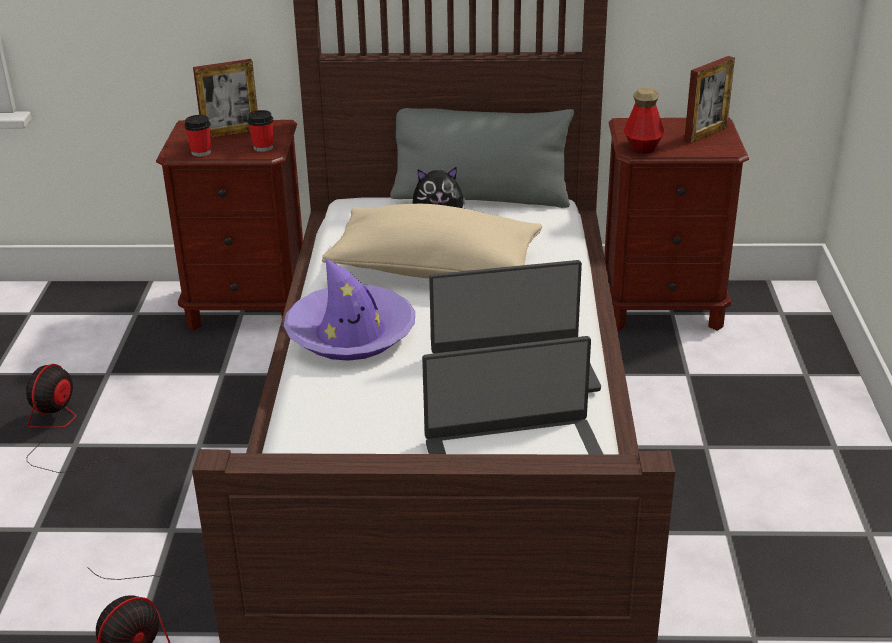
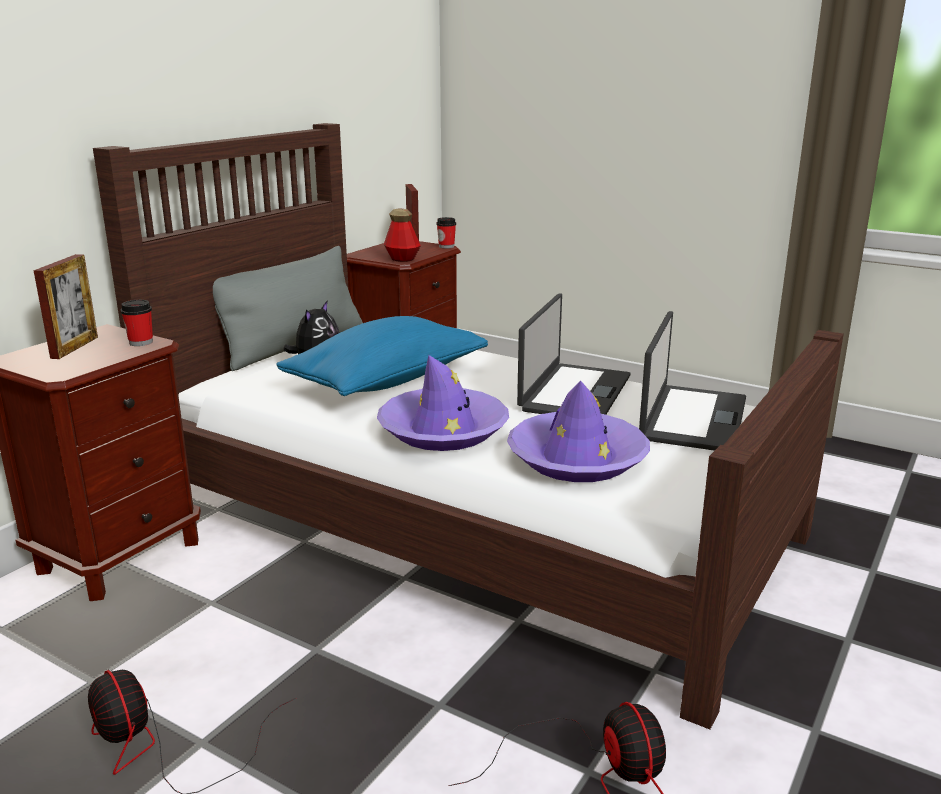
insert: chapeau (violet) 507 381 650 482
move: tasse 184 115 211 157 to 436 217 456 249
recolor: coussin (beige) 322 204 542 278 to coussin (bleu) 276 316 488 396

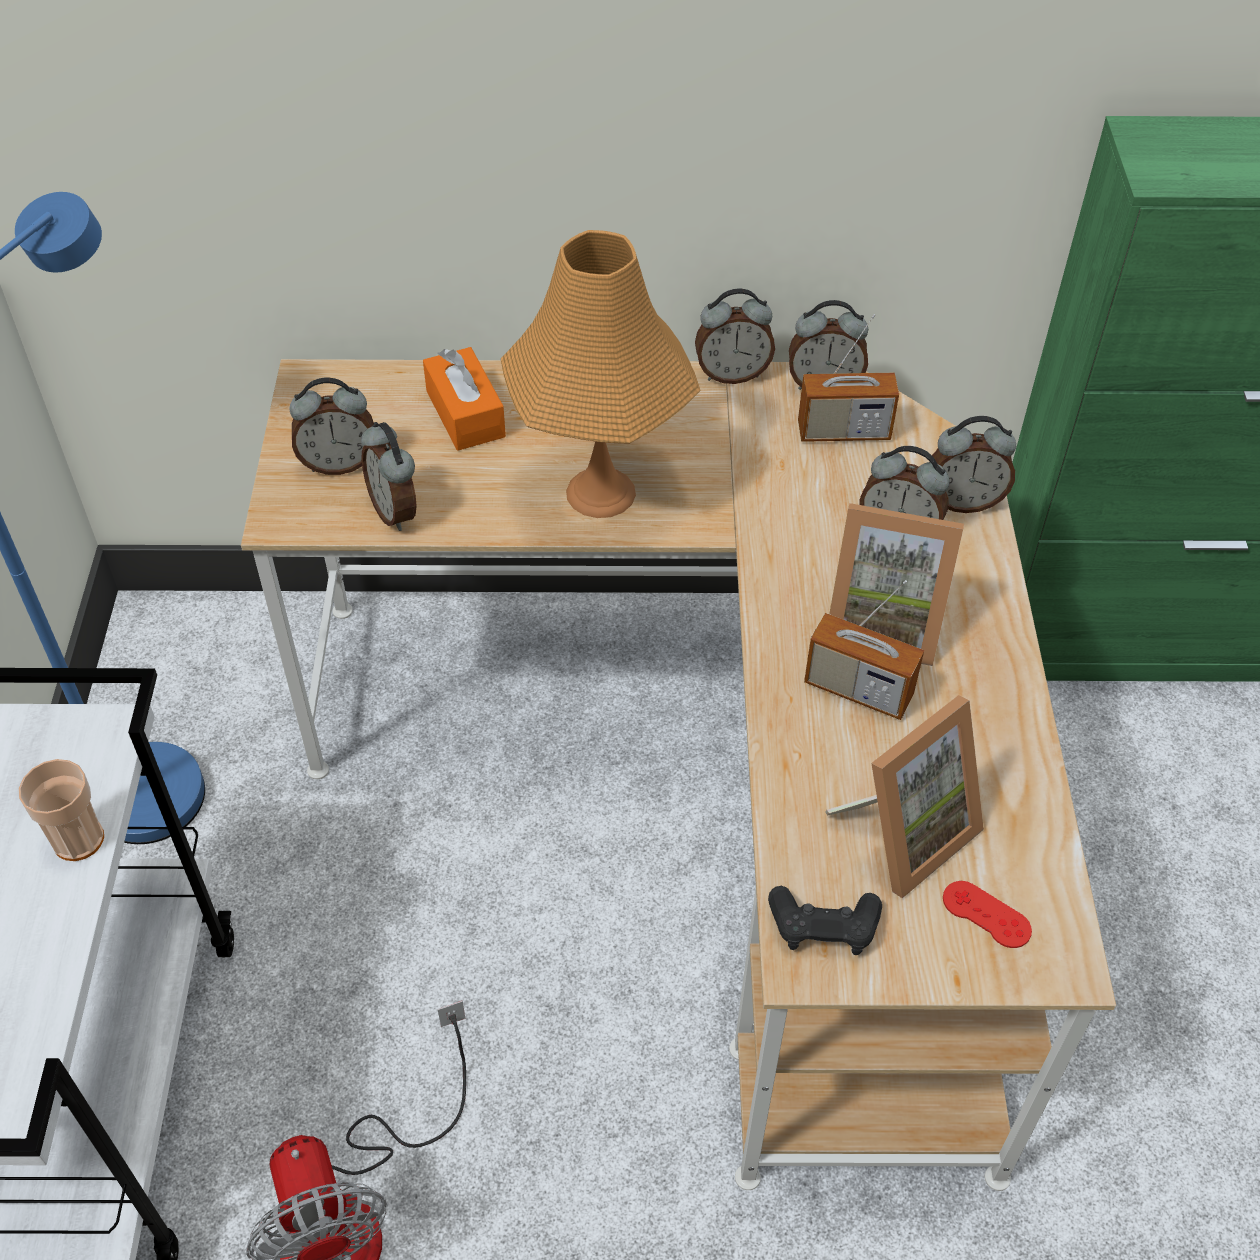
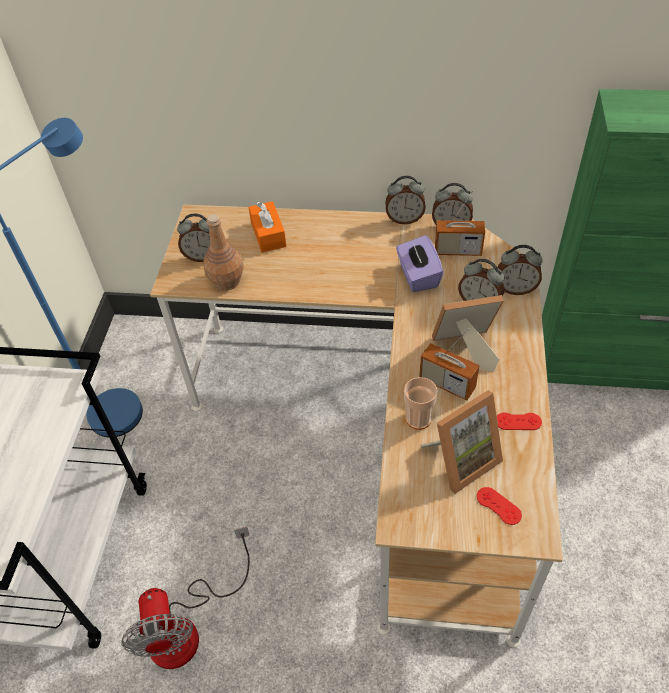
delete: lampe de table (orange) 501 230 701 518; manette (noir) 768 886 882 955
insert: boîte à mouchoirs (violet) 396 235 443 292; manette (rouge) 497 413 542 430
move: tasse 19 759 104 861 to 404 377 438 430
replace: réveil 361 422 417 531 to bouteille (marron) 203 214 244 291
rotate: cadre photo 829 503 964 666 = 432 295 504 372 150 degrees clockwise

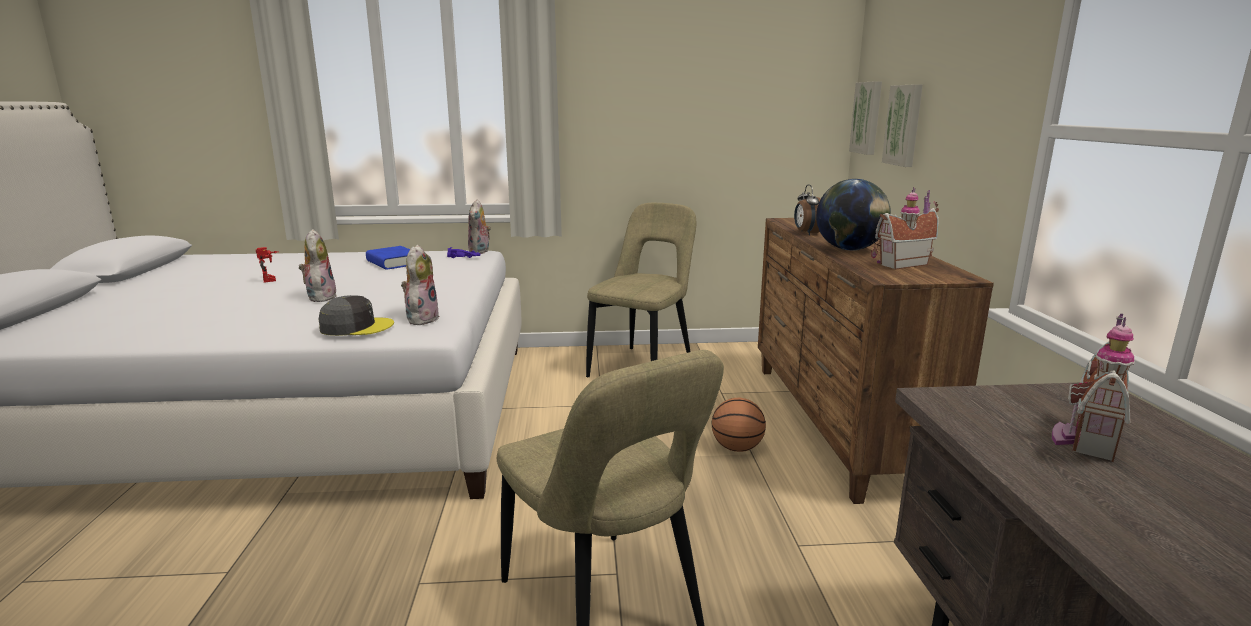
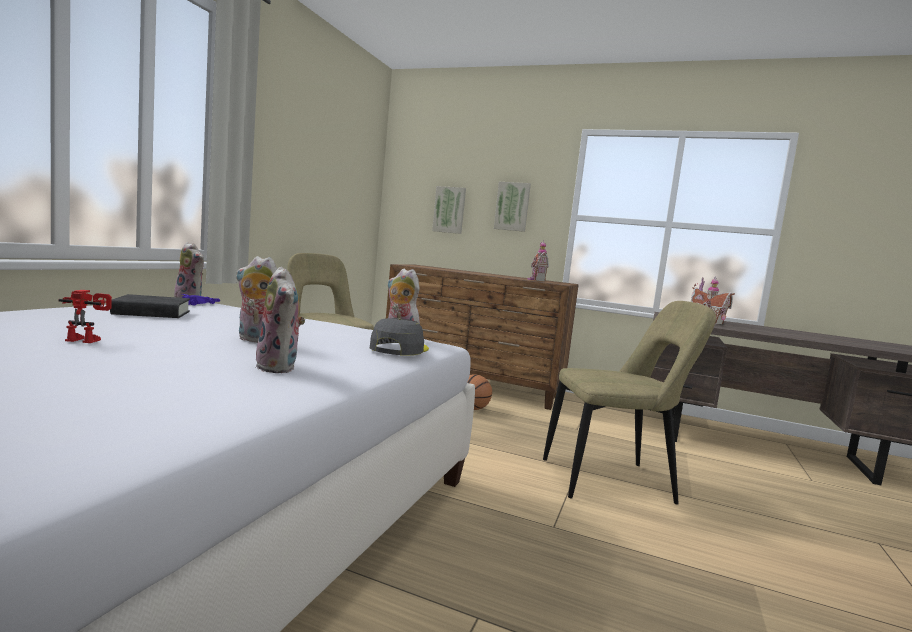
delete: réveil 794 185 820 235; globe 816 179 891 251
insert: peluche 256 267 305 373
move: tableau 849 81 882 155 to 494 182 531 232
recolor: livre (bleu) 366 246 410 270 to livre (noir) 110 294 190 318

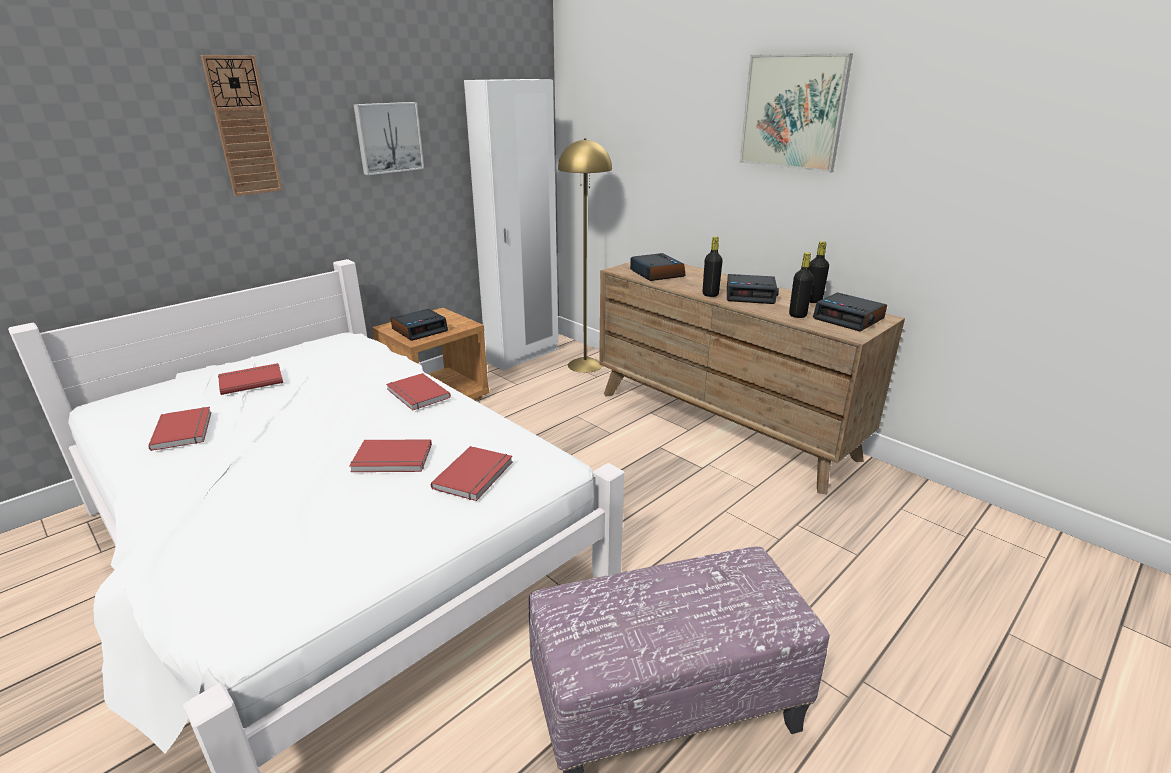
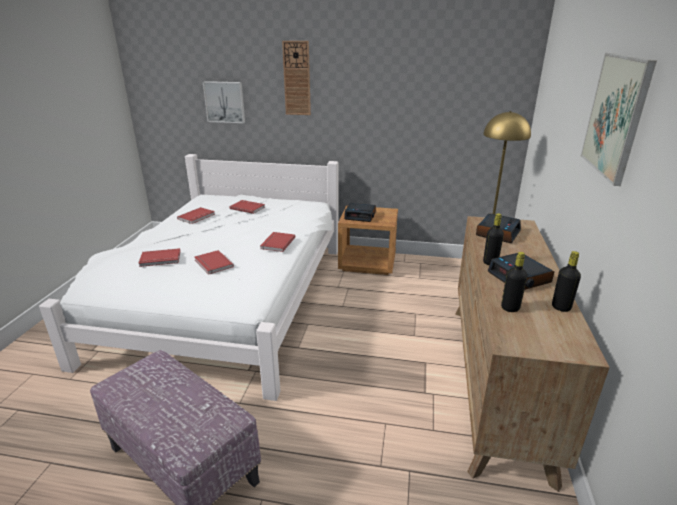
delete: armoire (blanc) 464 79 558 371; réveil 813 293 887 331
move: livre (rouge) 431 446 512 501 to 138 248 181 267; tableau 353 102 424 175 to 203 81 245 123

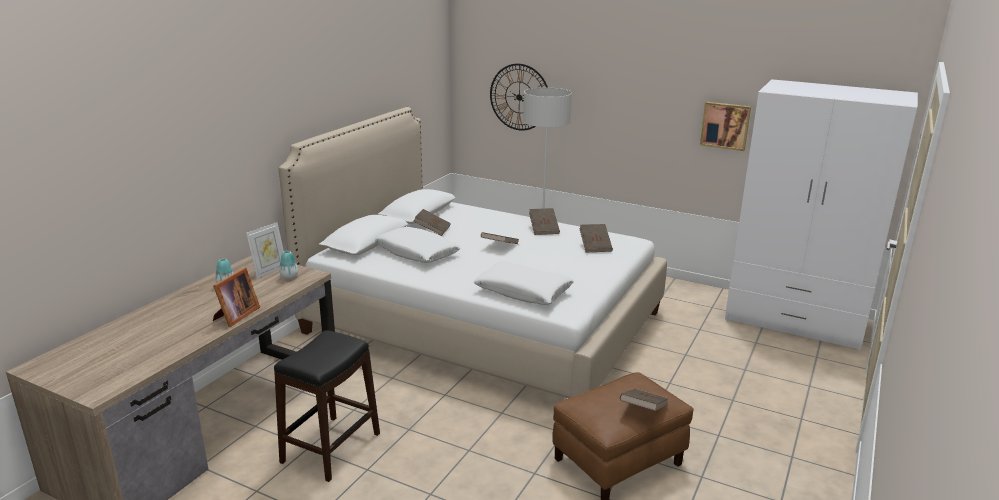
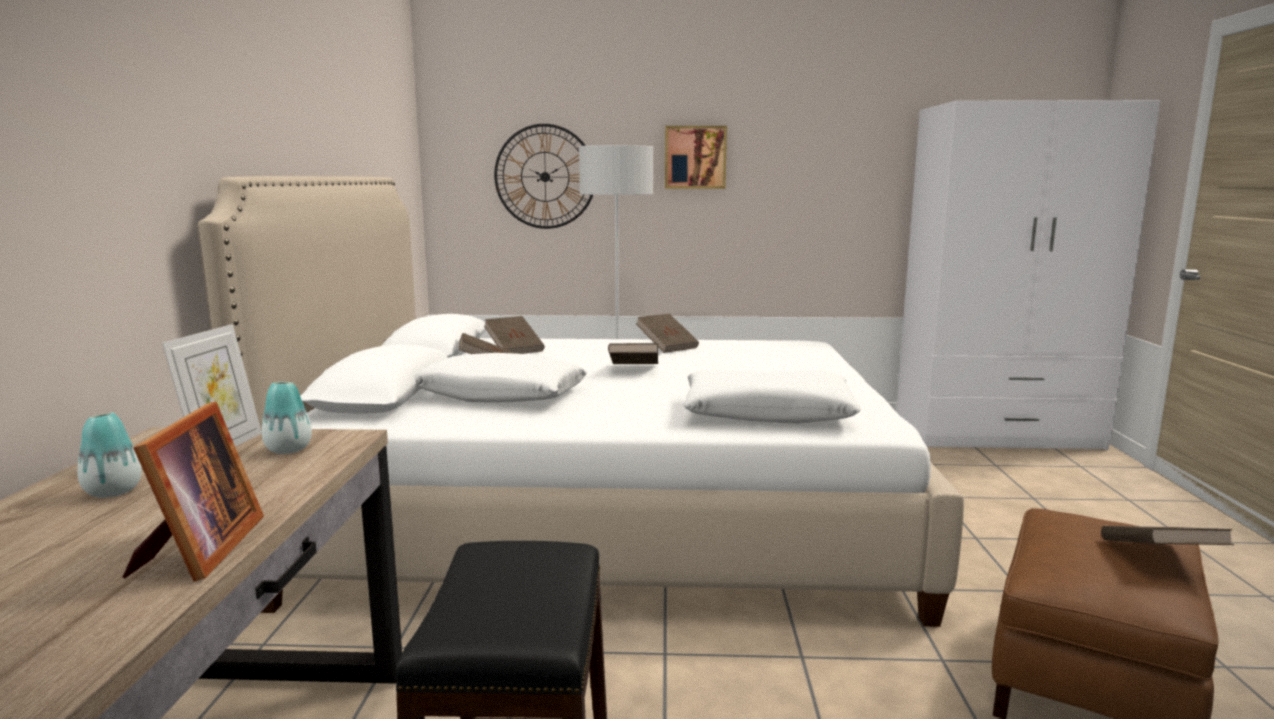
move: livre (marron) 579 224 613 252 to 484 316 544 354; tableau 700 102 751 151 to 665 126 727 189

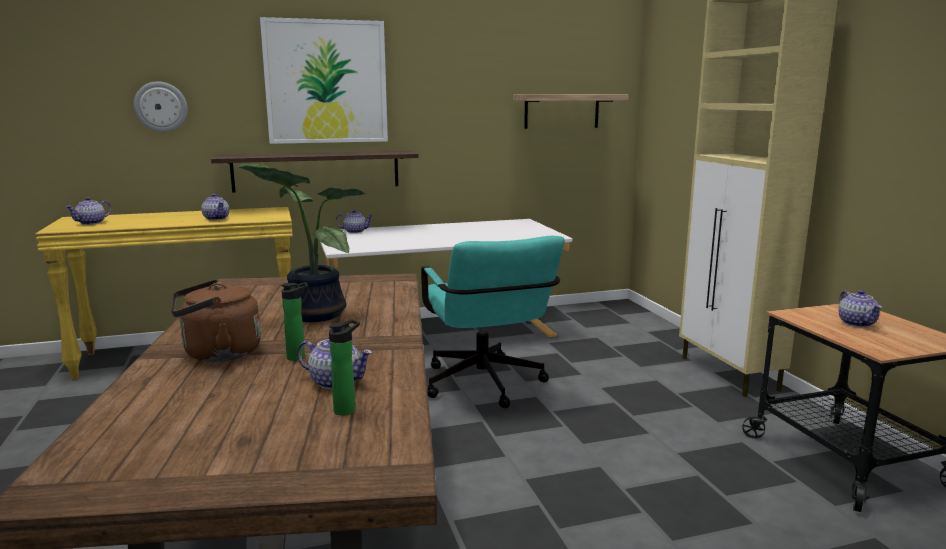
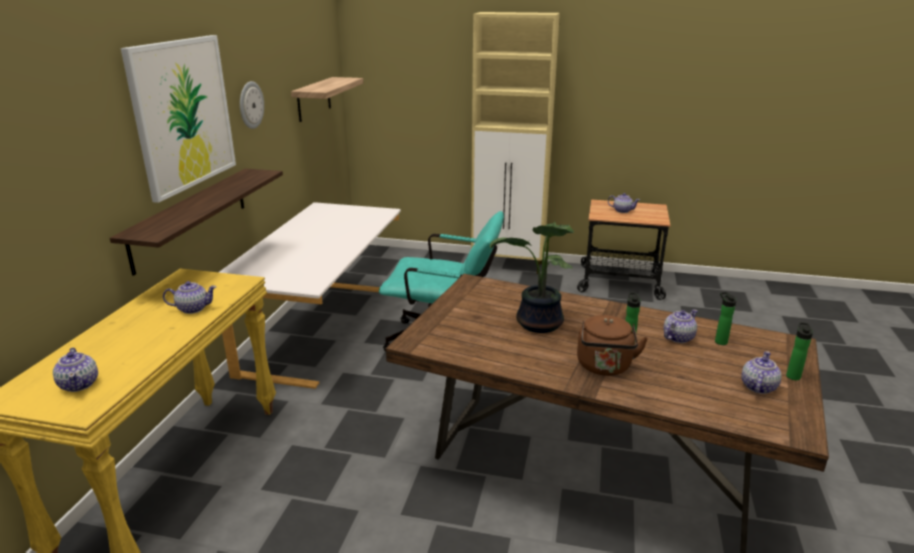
insert: bouteille 786 322 813 380
move: horloge murale 134 82 188 132 to 240 81 264 129; théière 336 210 374 233 to 741 351 781 394

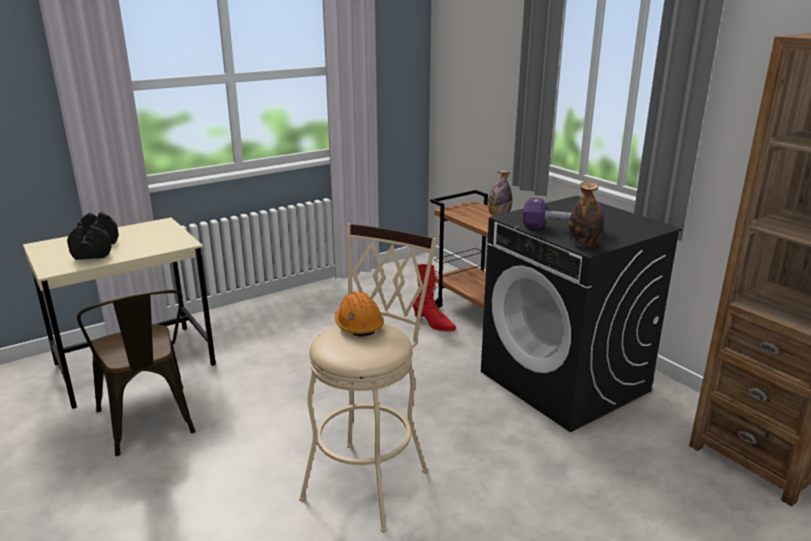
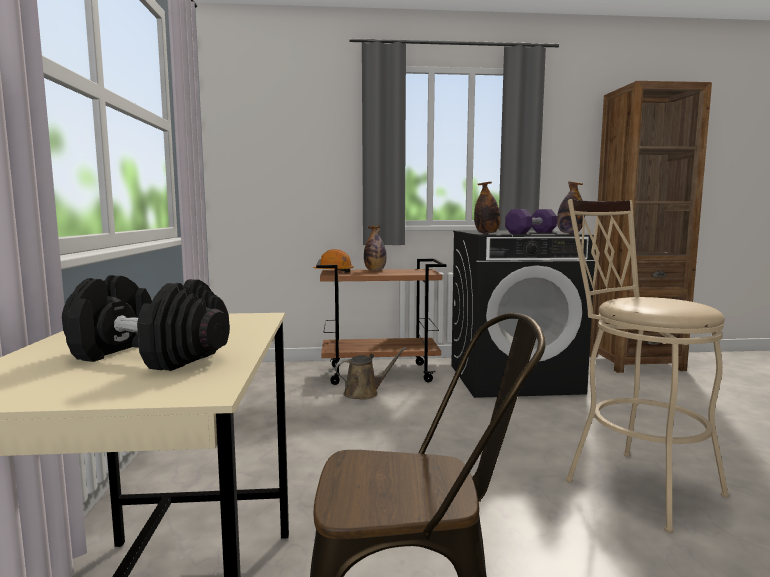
insert: bouteille 474 182 501 234
move: casque de chantier (orange) 335 292 384 336 to 314 249 354 273
replace: botte (rouge) 413 264 456 332 to arrosoir (marron) 335 347 407 400

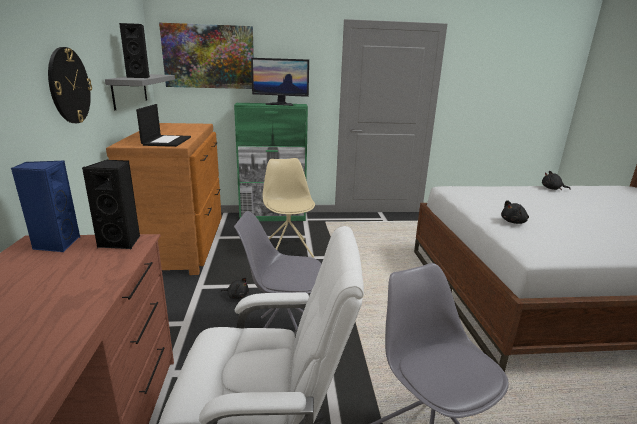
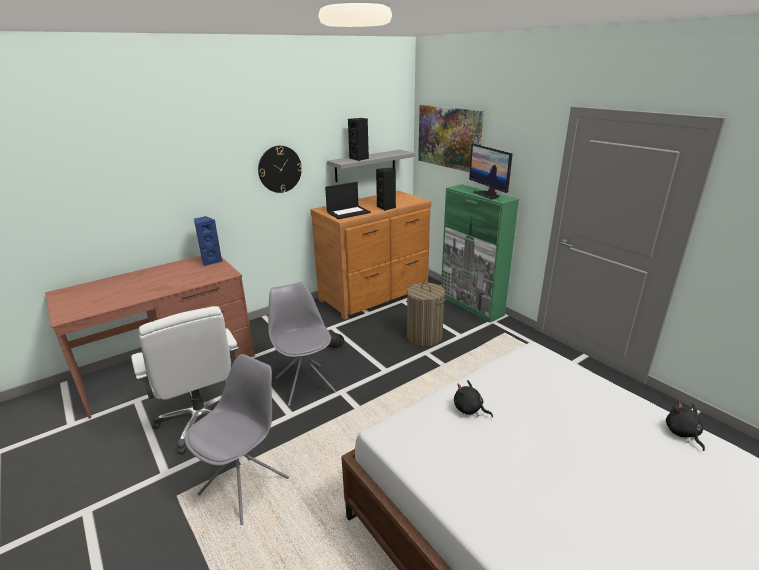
move: enceinte (noir) 82 160 140 249 to 376 168 396 211
replace: chaise (beige) 263 158 315 258 to panier à linge 407 282 447 347

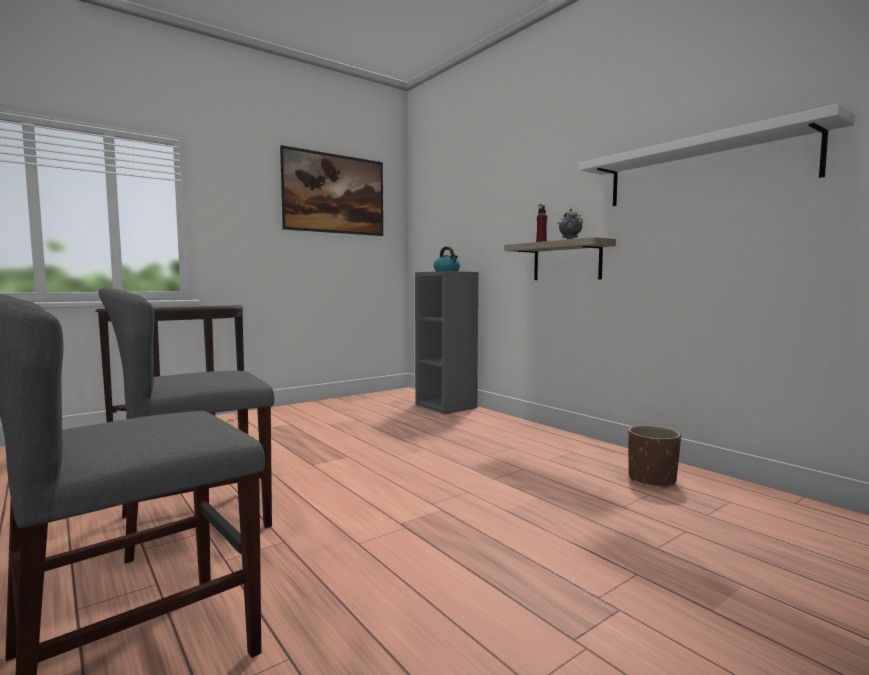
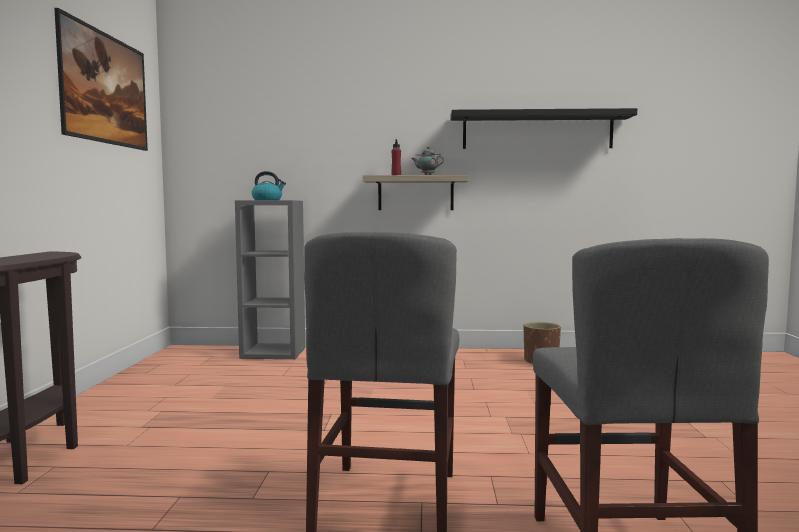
recolor: étagère (blanc) 579 104 855 206 to étagère (noir) 451 108 637 149

